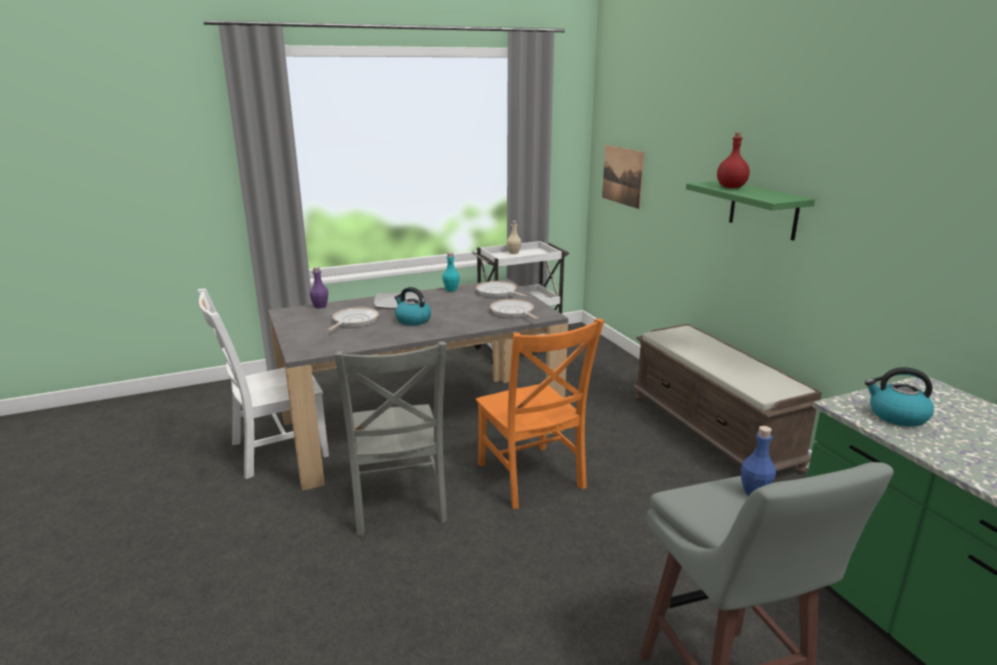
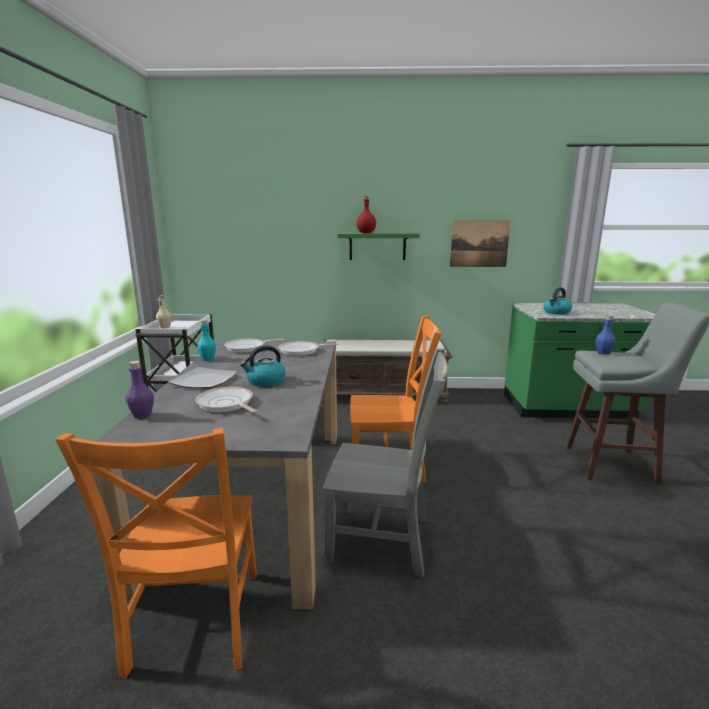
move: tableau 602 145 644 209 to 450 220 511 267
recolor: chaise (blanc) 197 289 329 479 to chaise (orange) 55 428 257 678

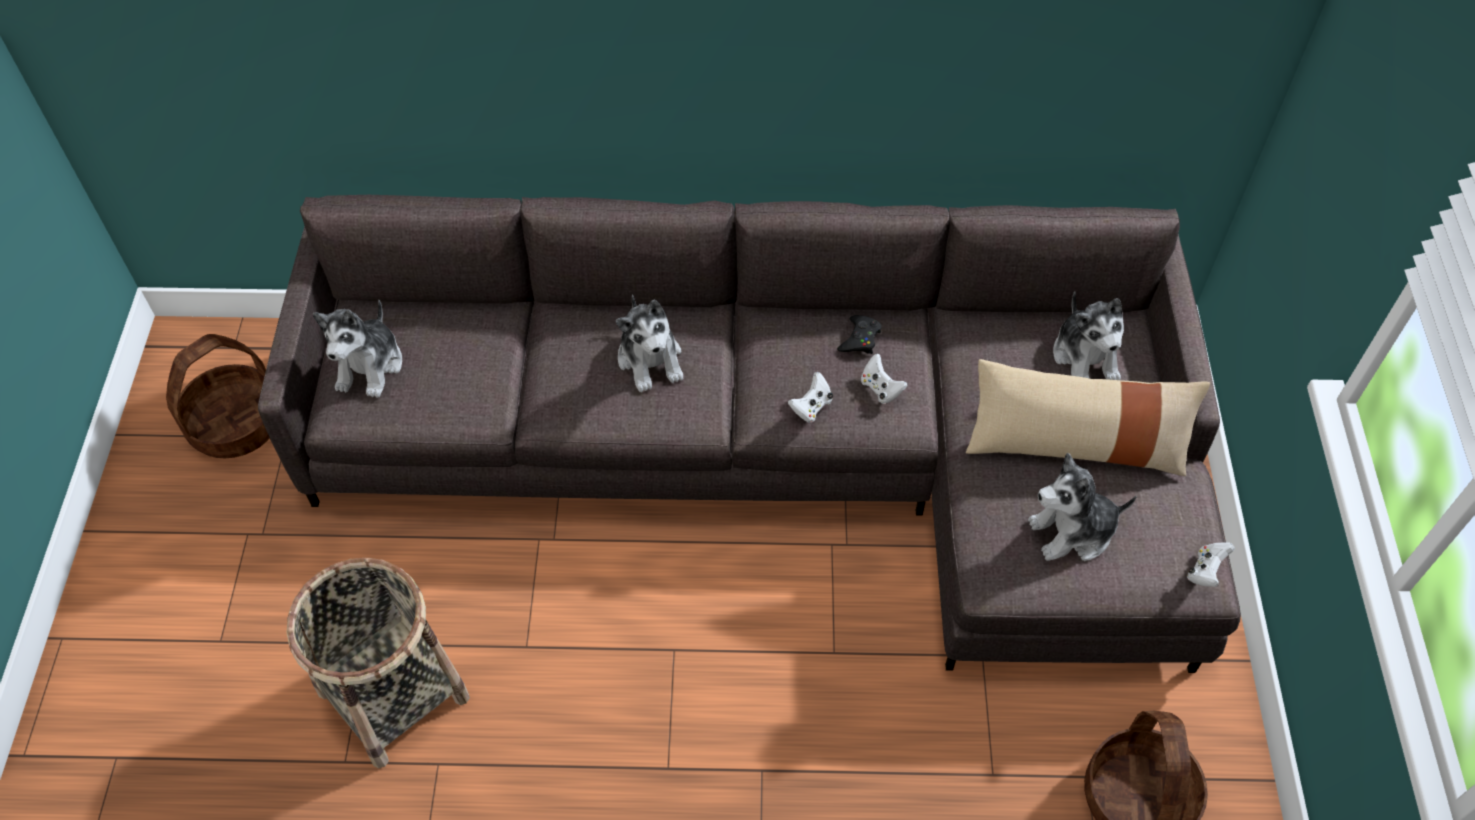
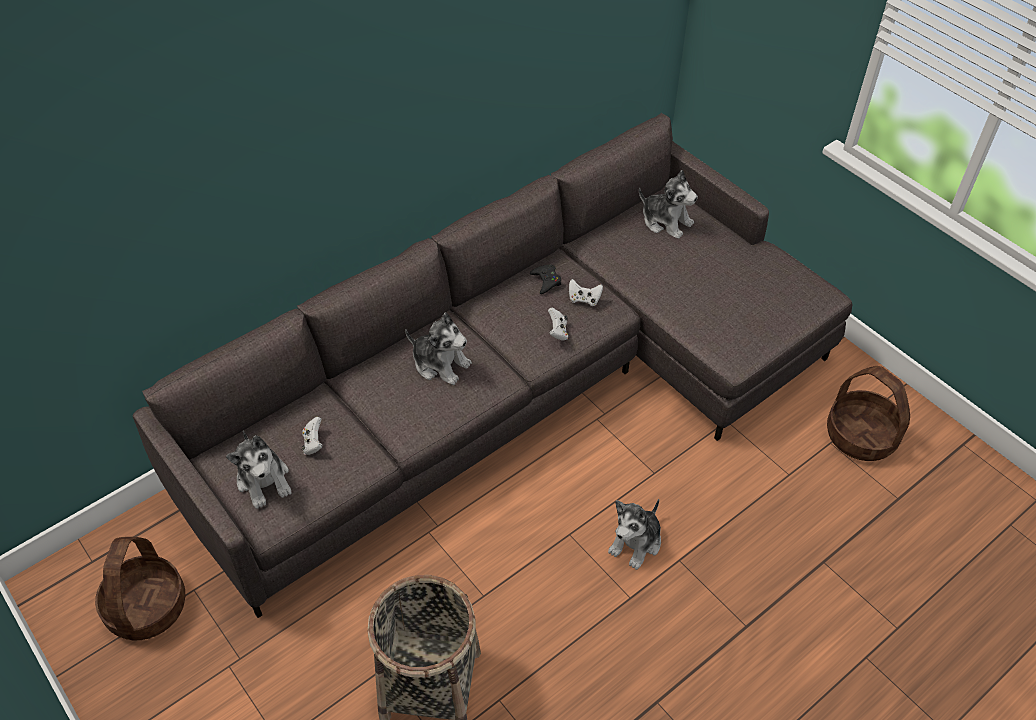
delete: coussin (beige) 966 359 1210 476
move: manette (blanc) 1187 542 1235 587 to 302 417 323 455; peluche 1028 452 1137 561 to 608 499 661 570

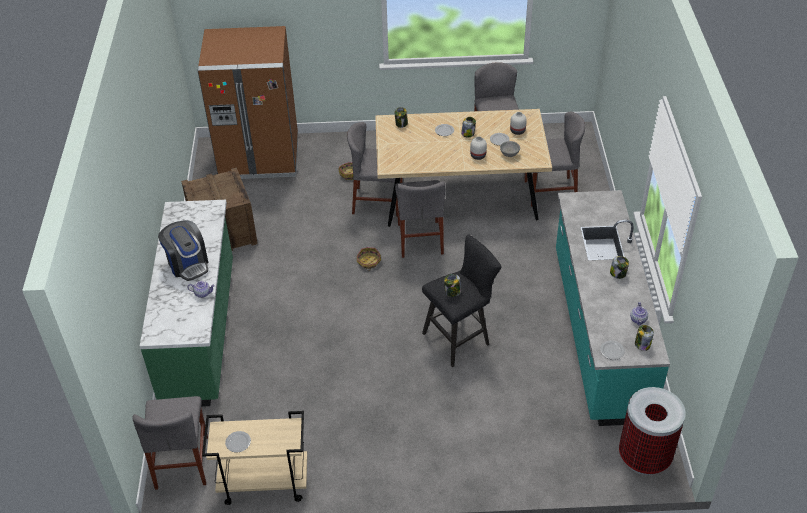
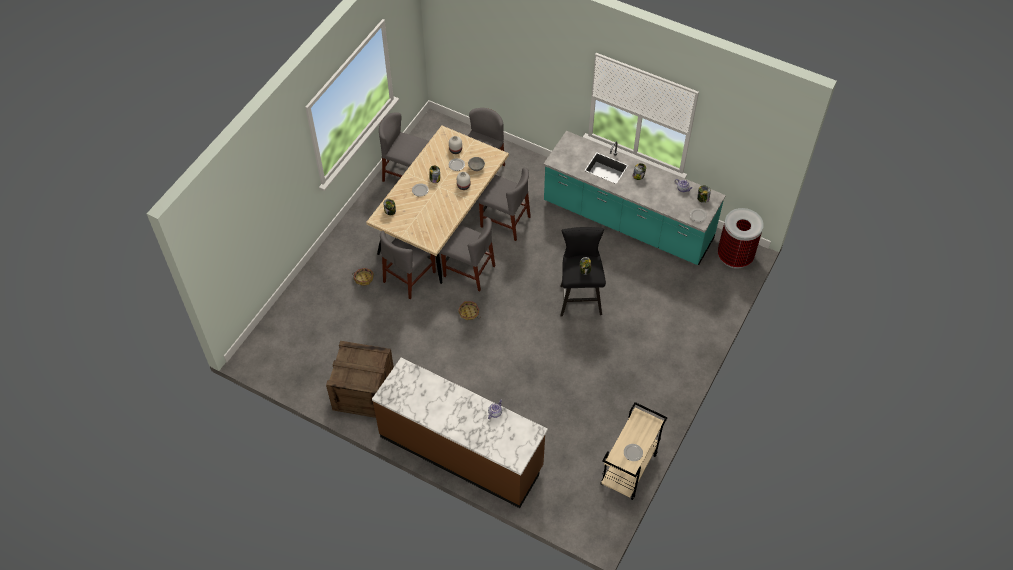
delete: machine à café 158 220 208 281; réfrigérateur (marron) 198 26 298 179
move: chaise (gris) 132 396 208 490 to 478 168 531 241
recolor: comptoir de cuisine (vert) 140 200 233 407 to comptoir de cuisine (marron) 372 358 548 508

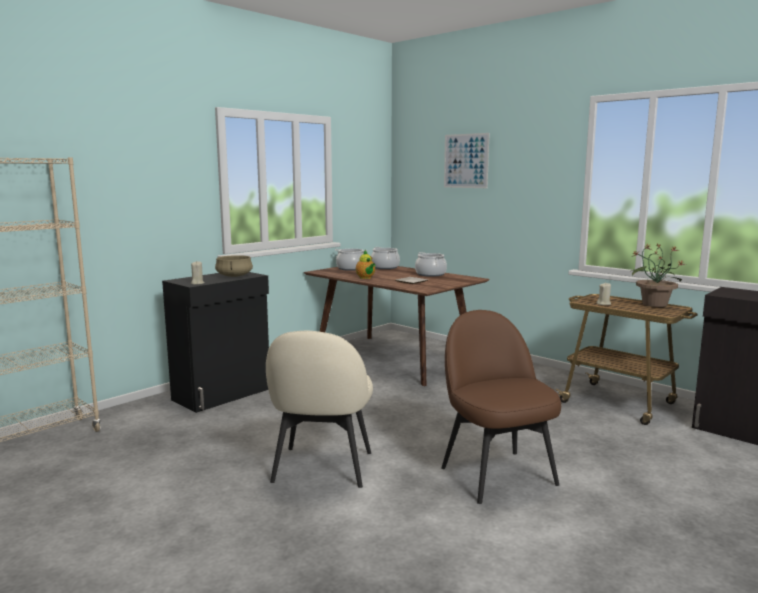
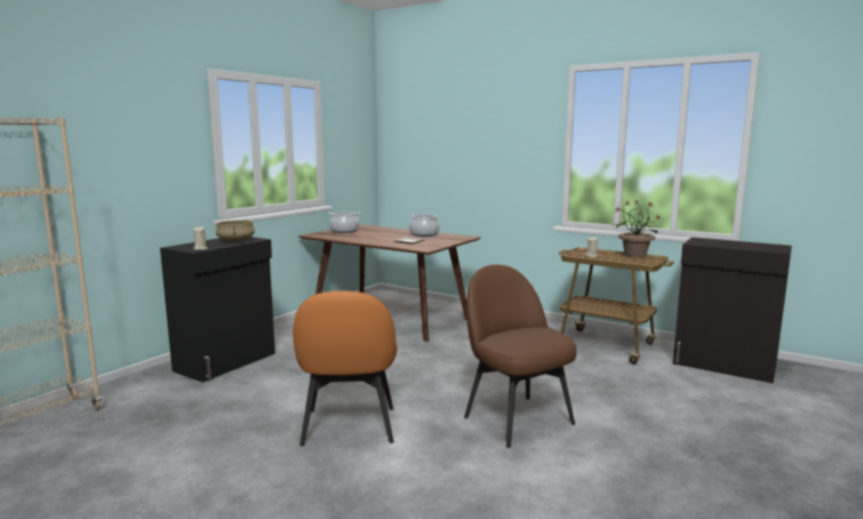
delete: théière 356 250 376 279; marmite 371 247 400 269; tableau 444 133 490 188
recolor: chaise (beige) 266 331 373 488 to chaise (orange) 293 291 397 446

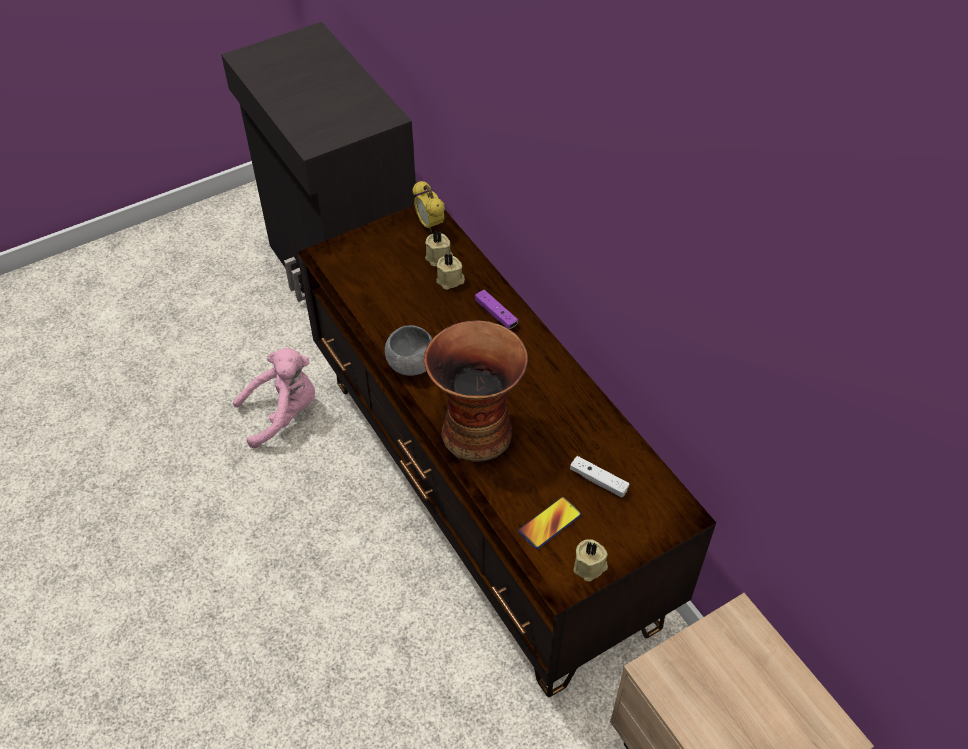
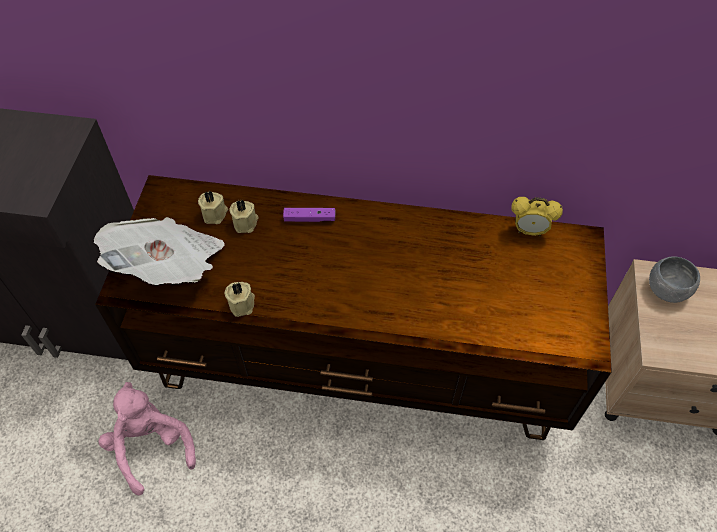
delete: vase 424 320 528 462; téléphone 518 497 581 549; manette (blanc) 570 456 629 497
insert: journal 94 217 225 285
move: bougie (beige) 573 539 608 582 to 225 282 255 317; réveil 413 181 445 232 to 511 197 563 236; bol (gris) 385 325 433 376 to 649 256 700 303
rotate: peluche (rose) 233 348 315 448 = 98 382 196 495 45 degrees counterclockwise

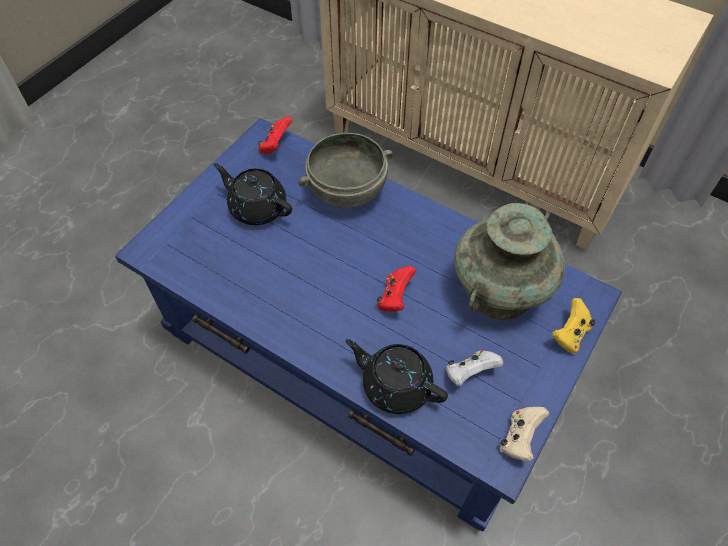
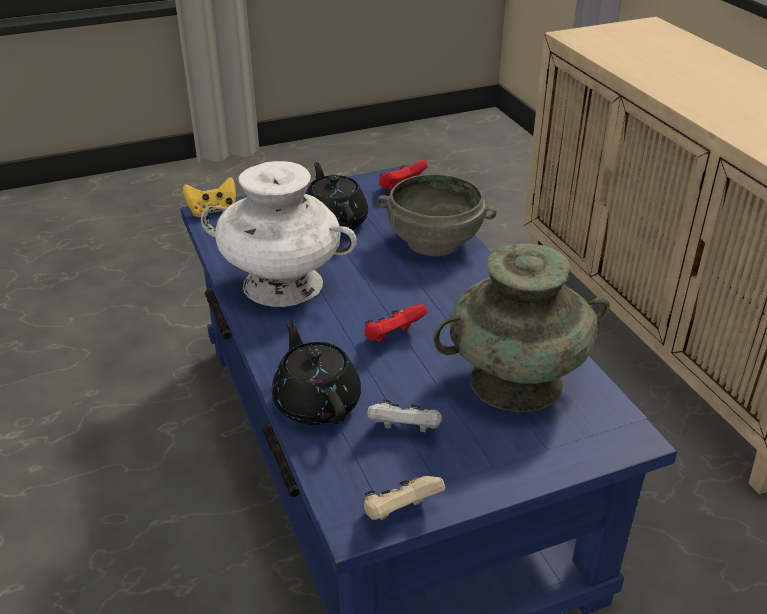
insert: vase (blanc) 201 161 357 307
move: manette (jaune) 552 298 595 354 to 183 177 236 217

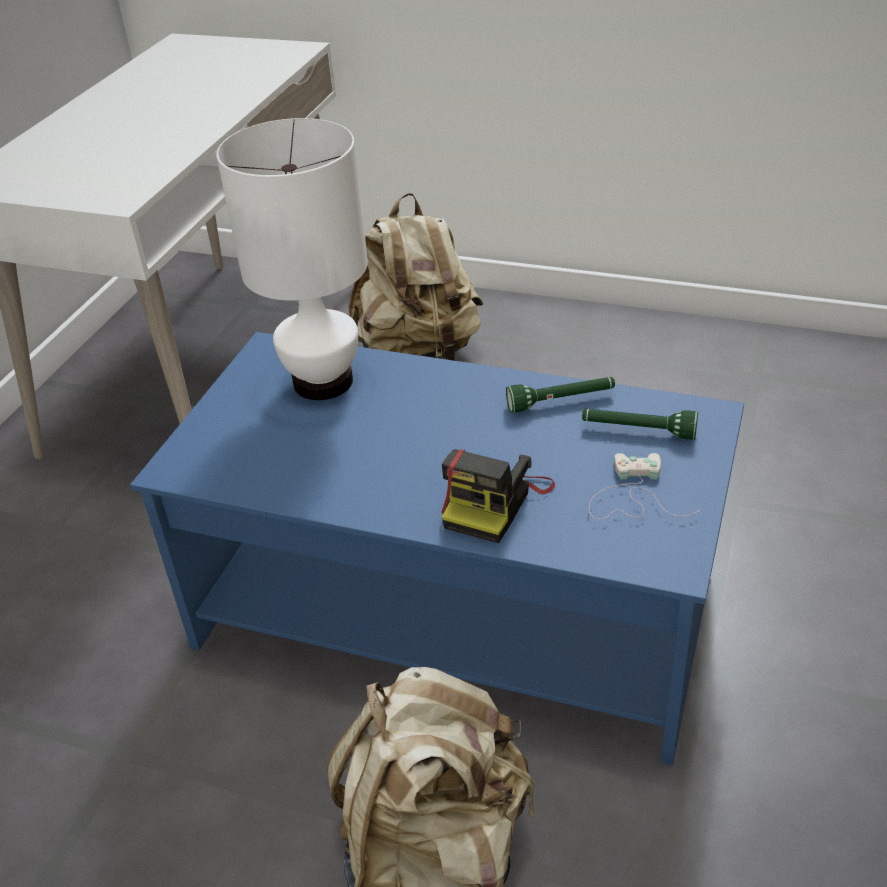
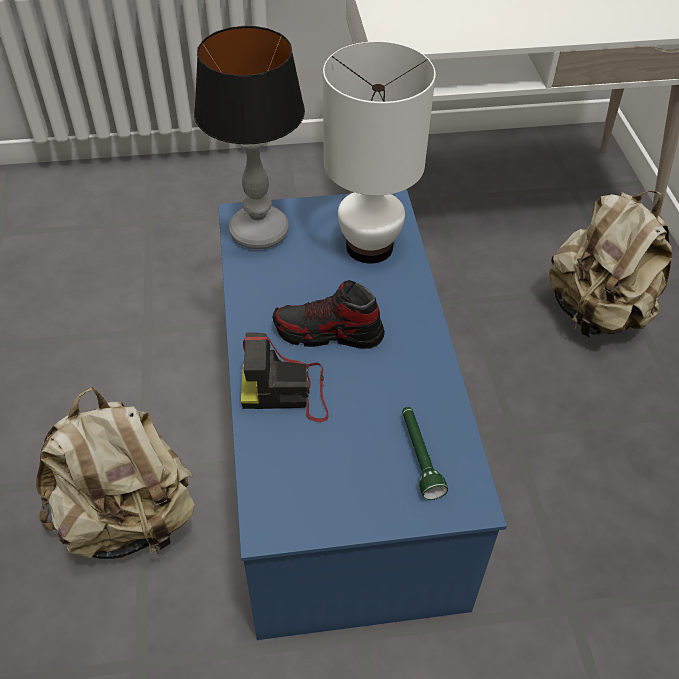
delete: lampe de poche (vert) 506 377 615 413; manette (blanc) 589 453 701 520
insert: lampe de table 194 26 305 249; chaussure 272 280 385 349

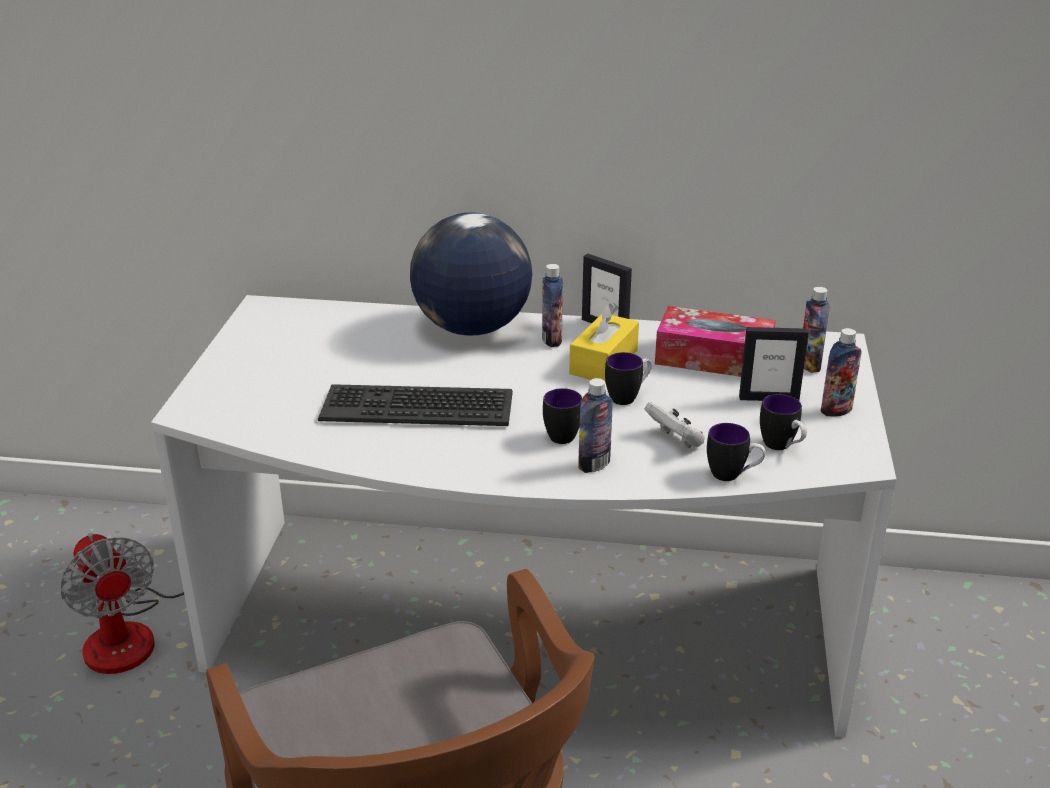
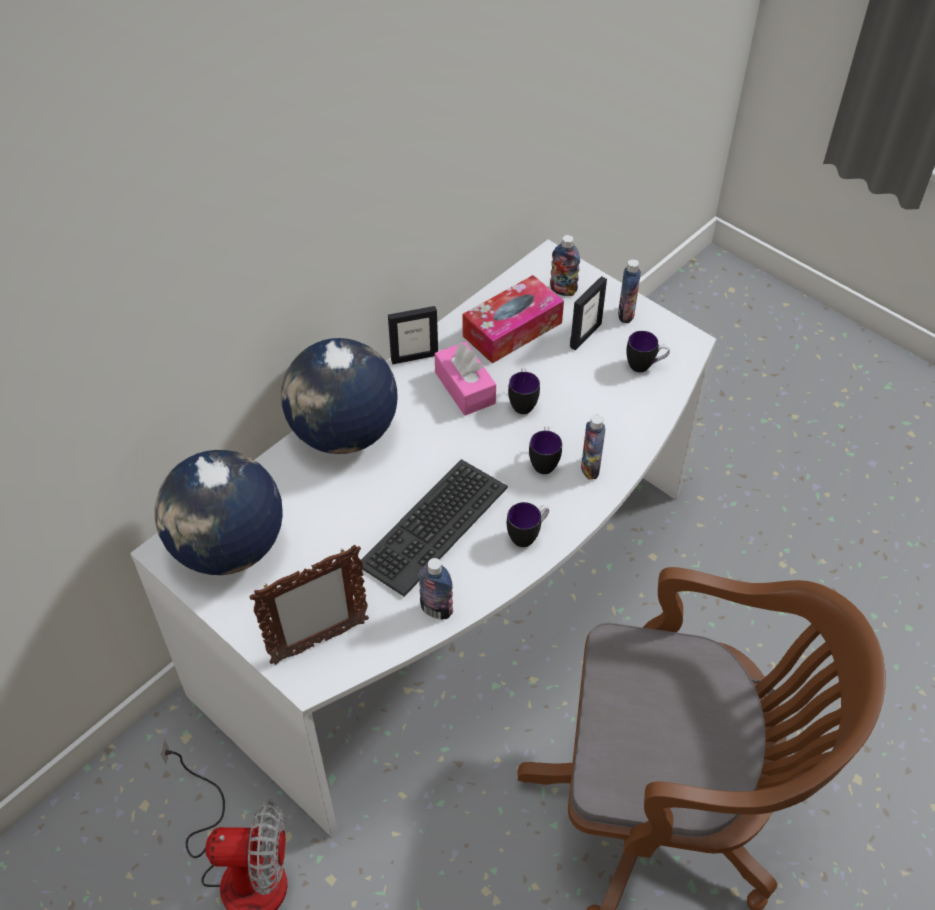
delete: manette (blanc) 644 402 705 448
insert: globe 155 450 283 575; cadre photo 249 545 369 665
move: bouteille 542 264 563 347 to 419 558 453 619; mug 707 423 766 481 to 507 502 549 547
recolor: boîte à mouchoirs (jaune) 569 303 639 384 to boîte à mouchoirs (rose) 435 342 496 416

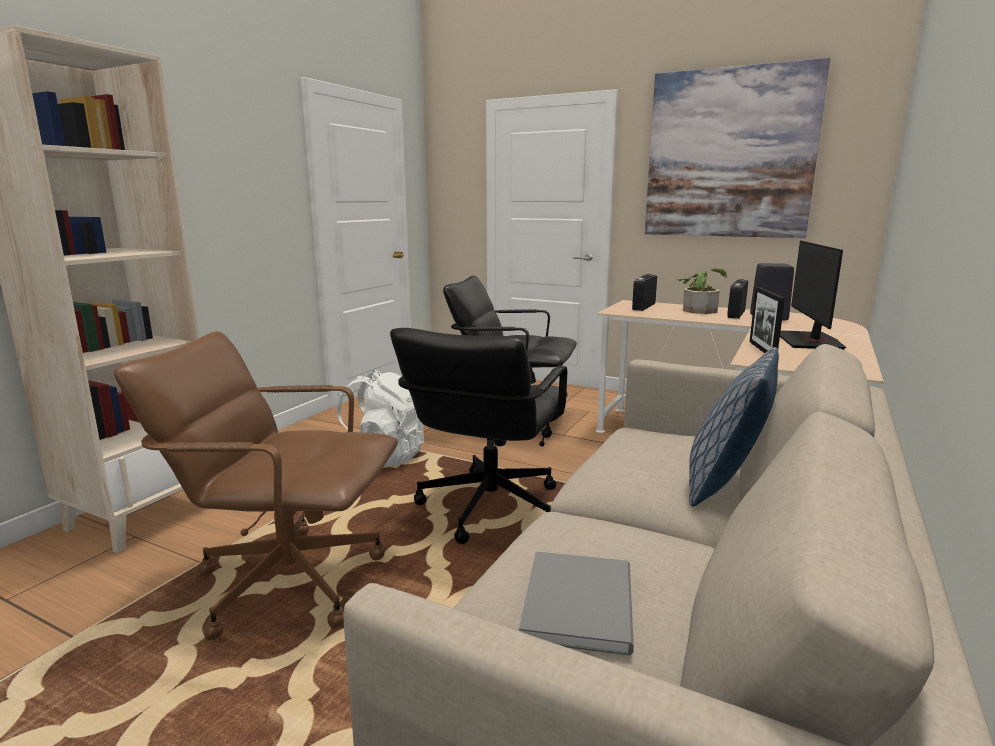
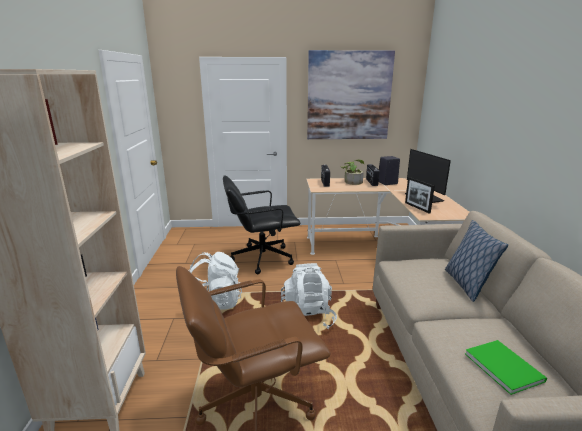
replace: chaise de bureau (noir) 390 328 568 544 to sac à dos (blanc) 281 263 337 329
recolor: livre (gris) 519 552 634 655 to livre (vert) 465 340 547 395

